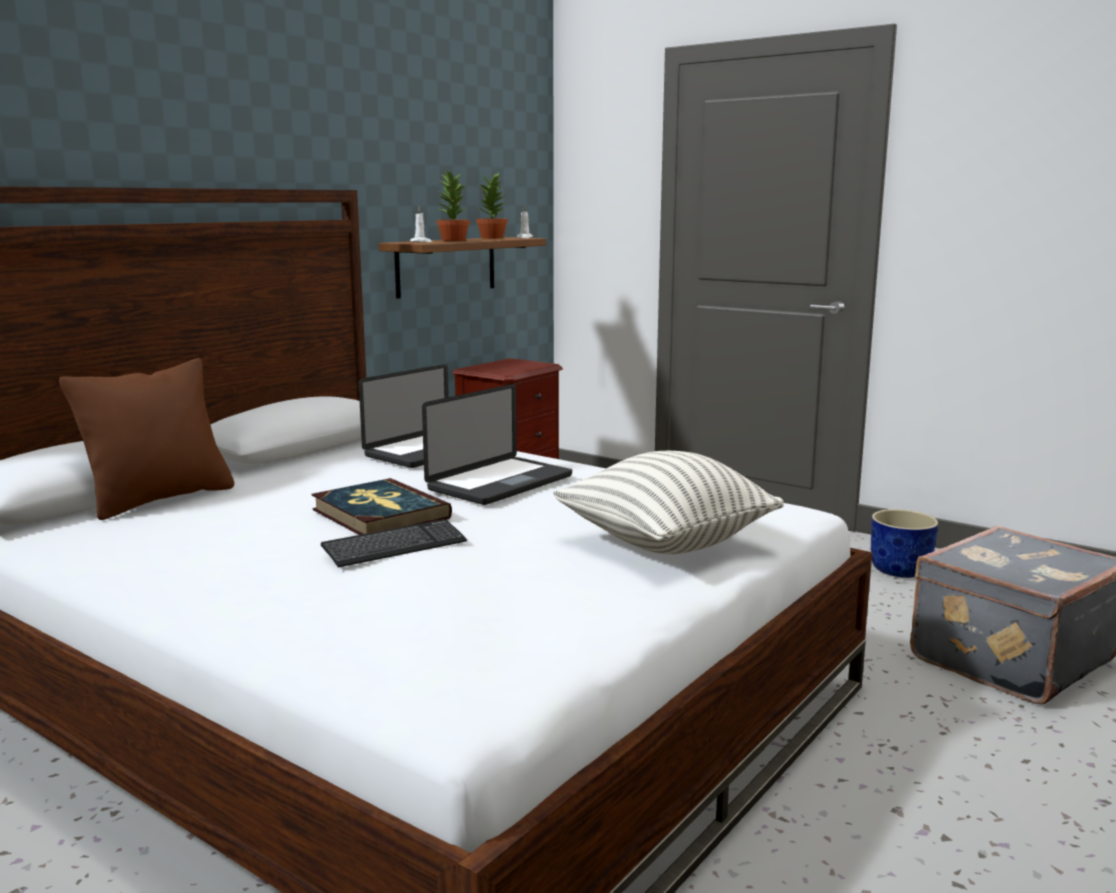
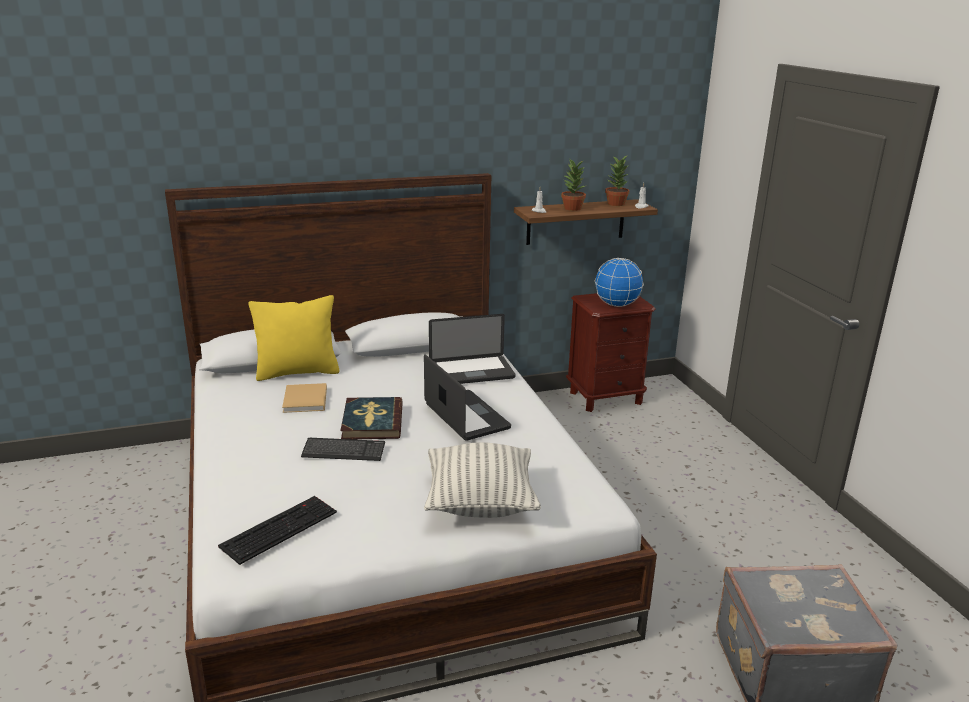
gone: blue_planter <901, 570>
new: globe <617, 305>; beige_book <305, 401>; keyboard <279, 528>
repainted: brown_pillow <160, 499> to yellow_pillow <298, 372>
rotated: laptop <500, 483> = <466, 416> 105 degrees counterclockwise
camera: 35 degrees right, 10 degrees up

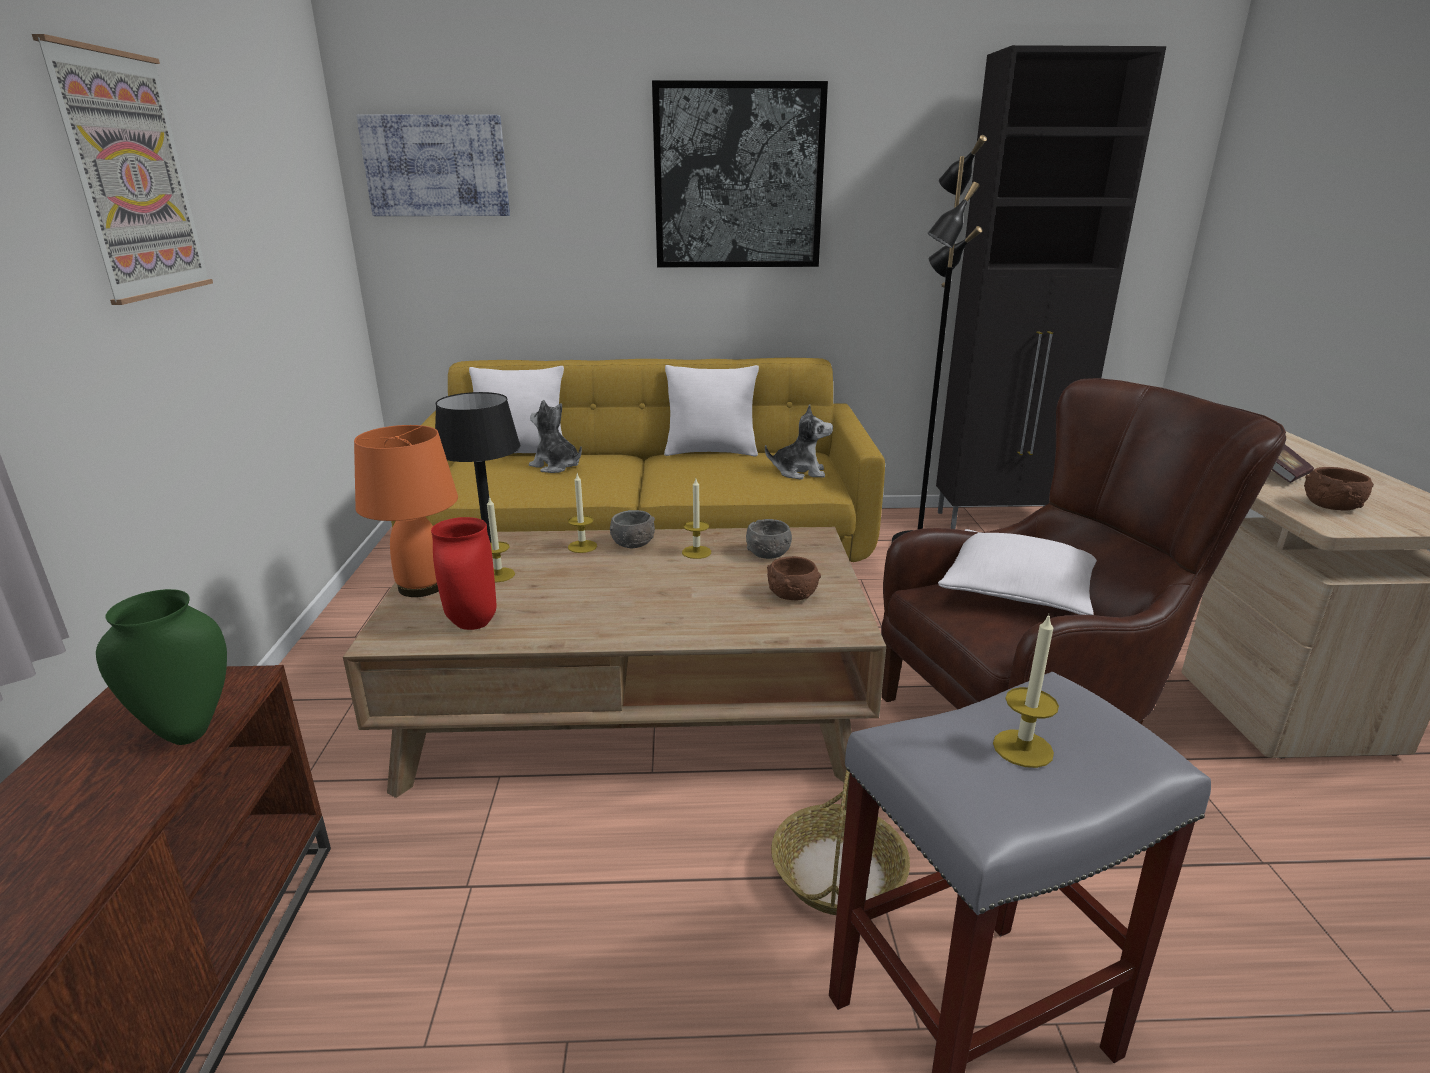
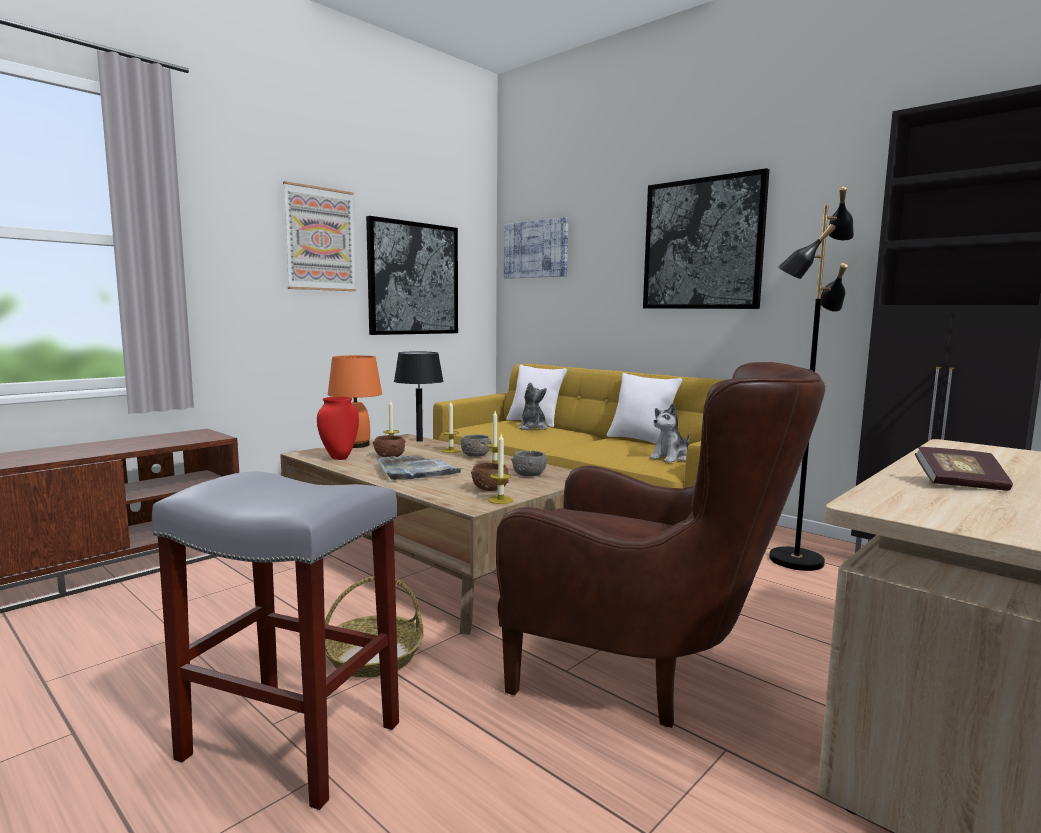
gone: white_pillow <1018, 589>; green_vase <188, 734>
new: picture <413, 278>; grey_tray <417, 471>
shifted: brown_bowl <1331, 506> to <389, 456>; candle <1023, 748> to <500, 500>
rotated: plush_toy <799, 472> = <671, 458> 90 degrees clockwise
camera: 45 degrees right, 15 degrees down

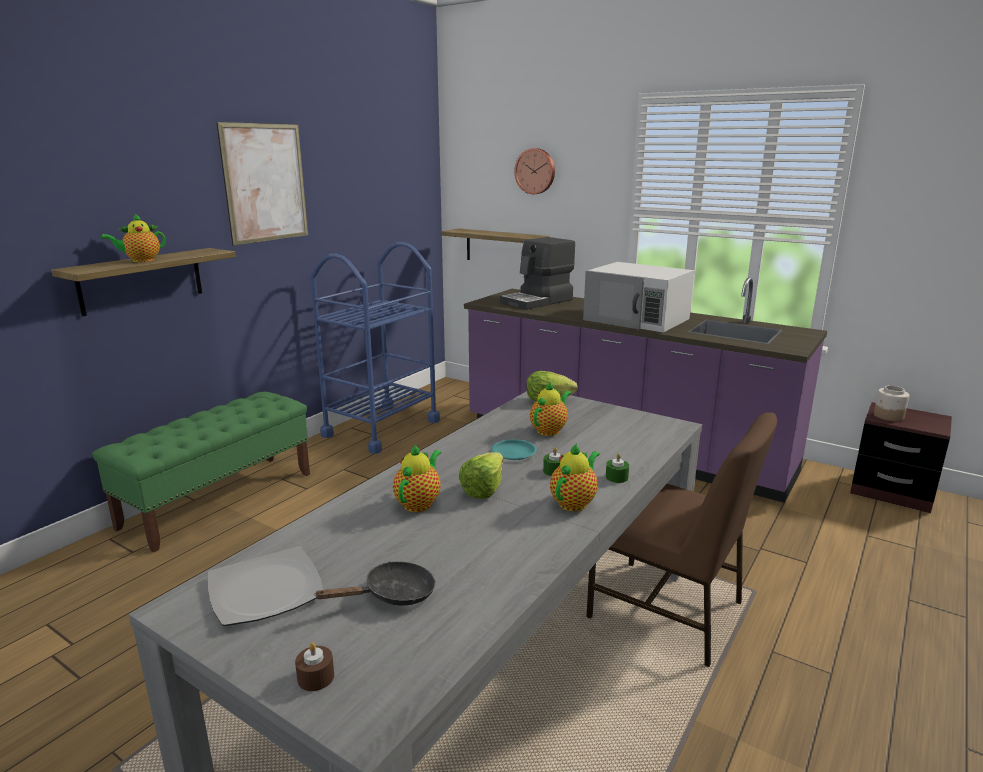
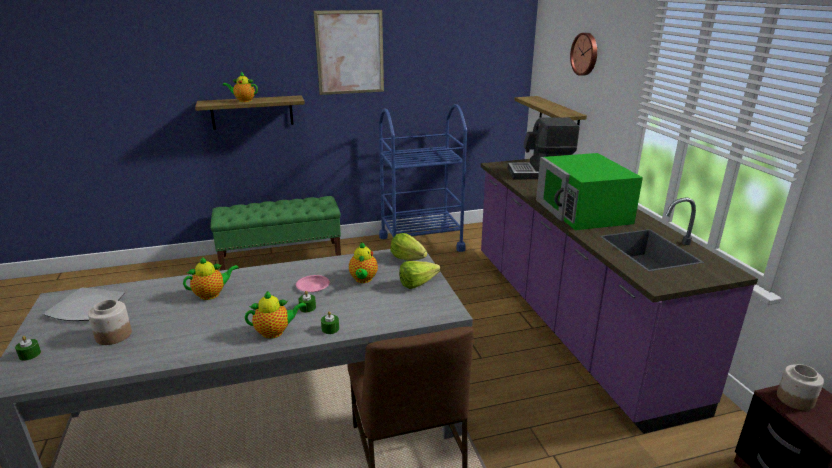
shifted: lettuce <487, 487> to <421, 283>
swapped: black_frying_pan <393, 595> to jar <113, 335>
repainted: white_microwave <637, 319> to green_microwave <583, 211>; turquoise_plate <513, 453> to pink_plate <312, 286>; brown_candle <316, 677> to green_candle <30, 354>
rotated: teapot <549, 430> = <363, 280> 105 degrees clockwise
camera: 40 degrees right, 5 degrees up

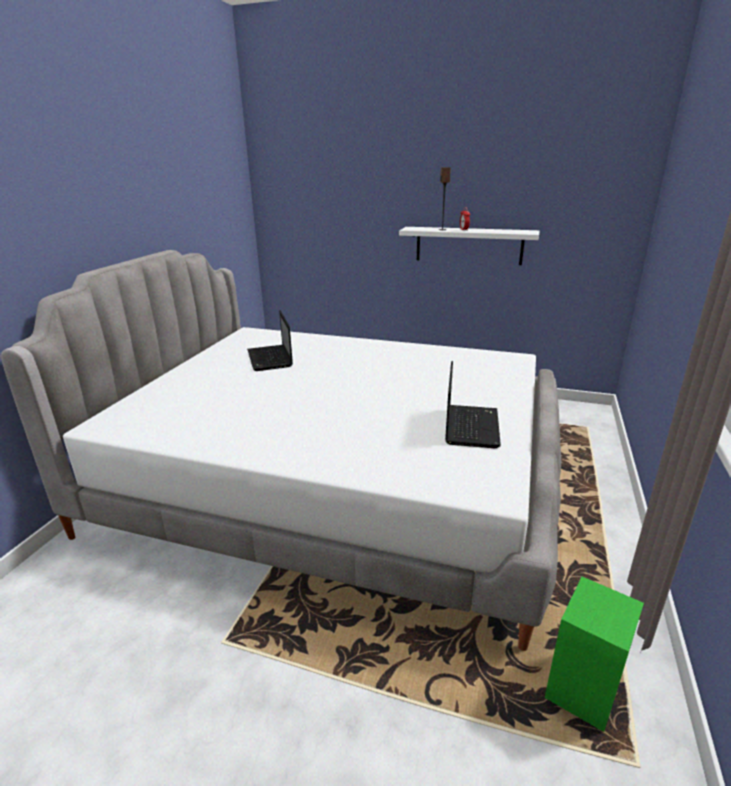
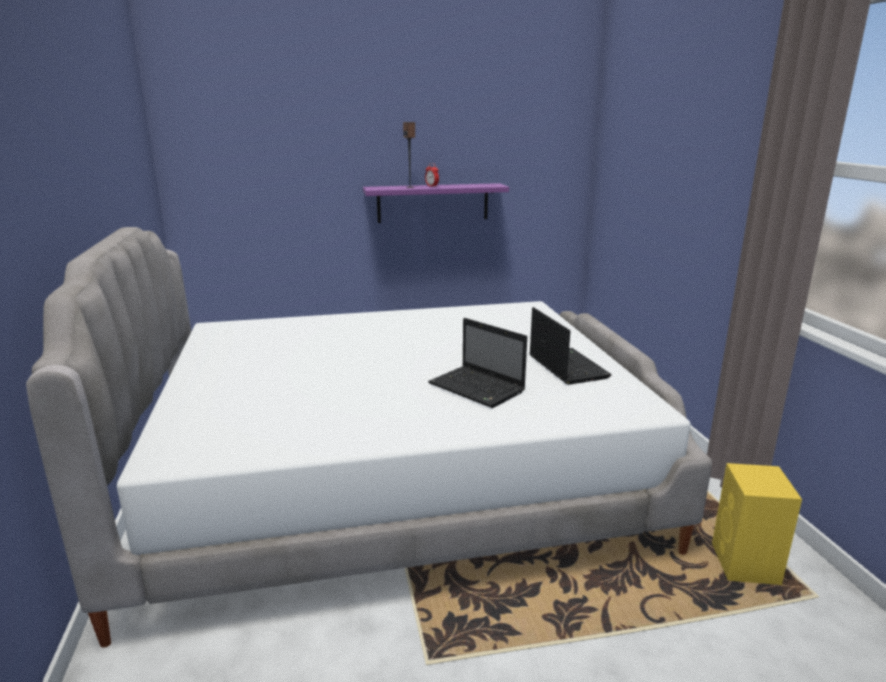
shifted: laptop <270, 359> to <478, 388>
repainted: white_shelf <469, 245> to purple_shelf <433, 203>; green_speaker <581, 692> to yellow_speaker <745, 566>
camera: 30 degrees left, 5 degrees down

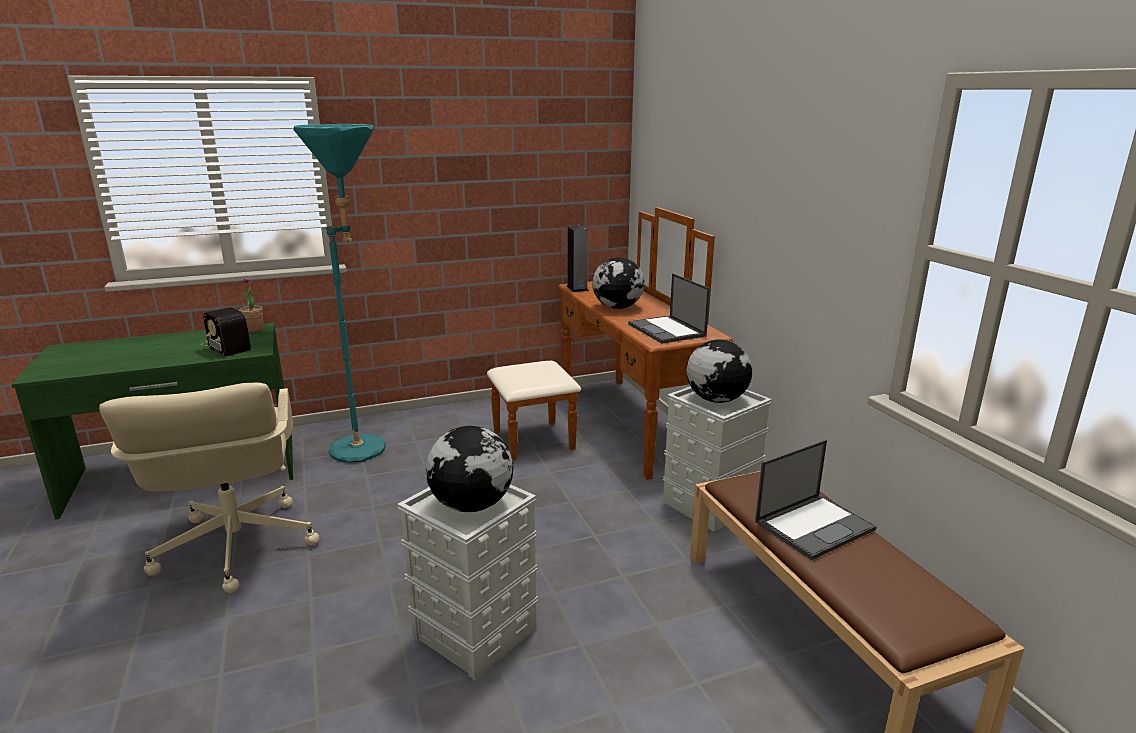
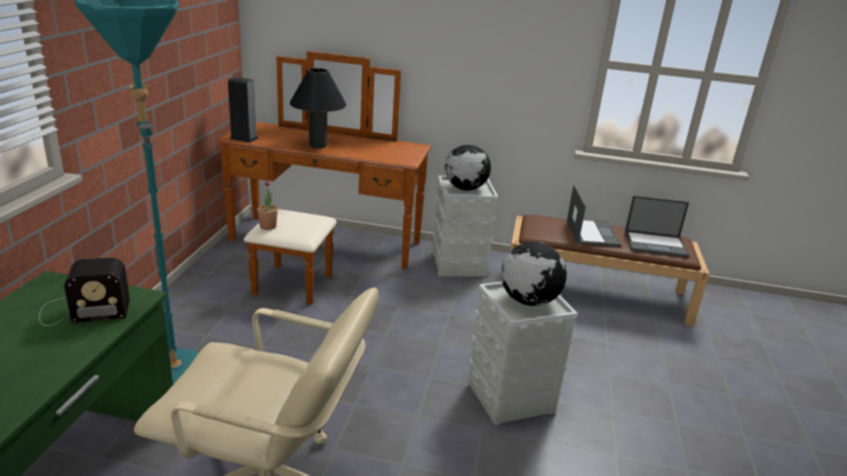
shifted: laptop <667, 330> to <656, 244>; potted_plant <254, 329> to <268, 226>
swapped: globe <618, 308> to black_table_lamp <318, 145>
camera: 60 degrees left, 5 degrees up

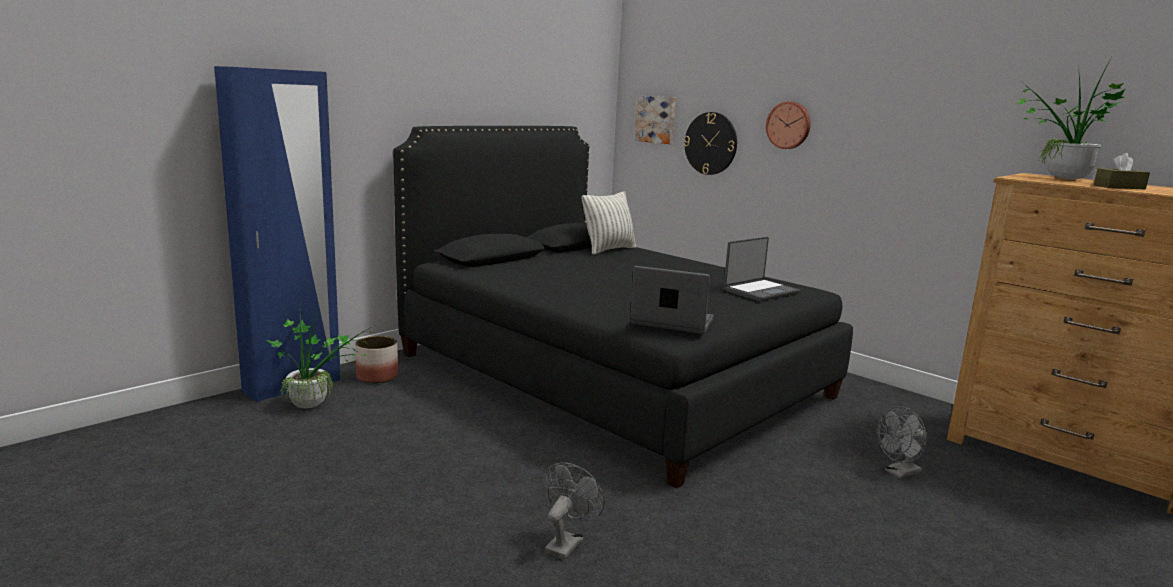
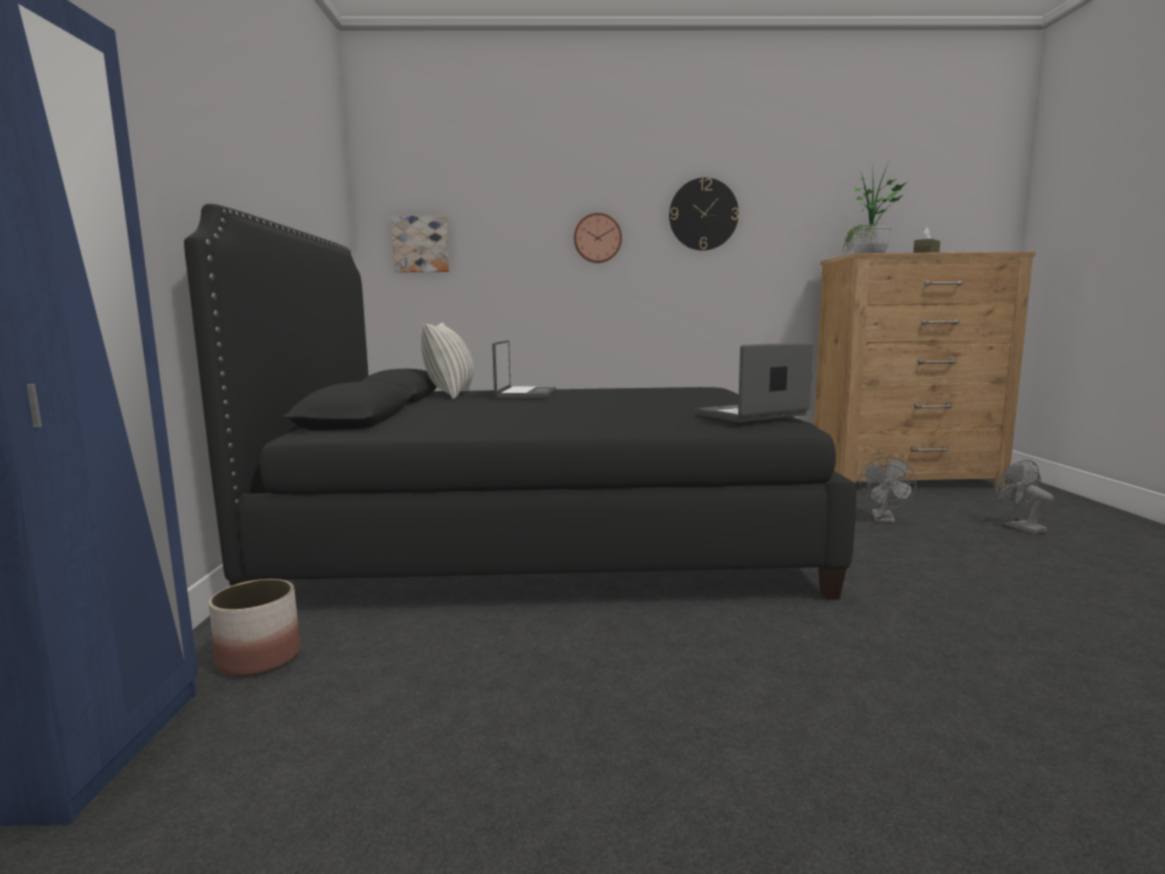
gone: potted_plant <317, 404>
shifted: wall_clock <710, 143> to <703, 214>; laptop <760, 291> to <524, 394>; grey_fan <566, 543> to <1019, 527>
camera: 45 degrees left, 5 degrees down

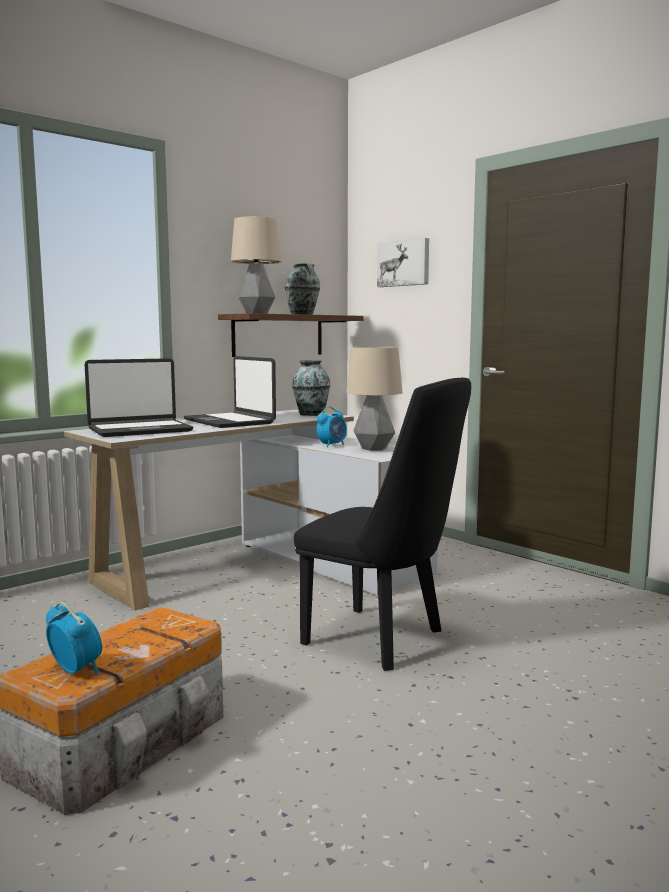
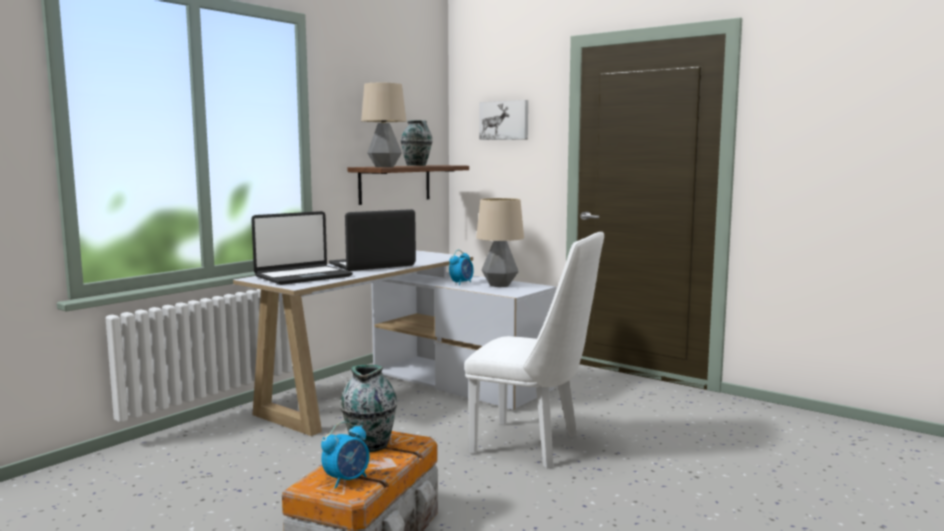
shifted: vase <311, 414> to <370, 445>
repainted: black_chair <383, 640> to white_chair <534, 445>
rotated: laptop <230, 421> = <372, 265> 105 degrees clockwise; alarm_clock <76, 670> = <347, 480> 105 degrees clockwise
camera: 10 degrees left, 0 degrees up

